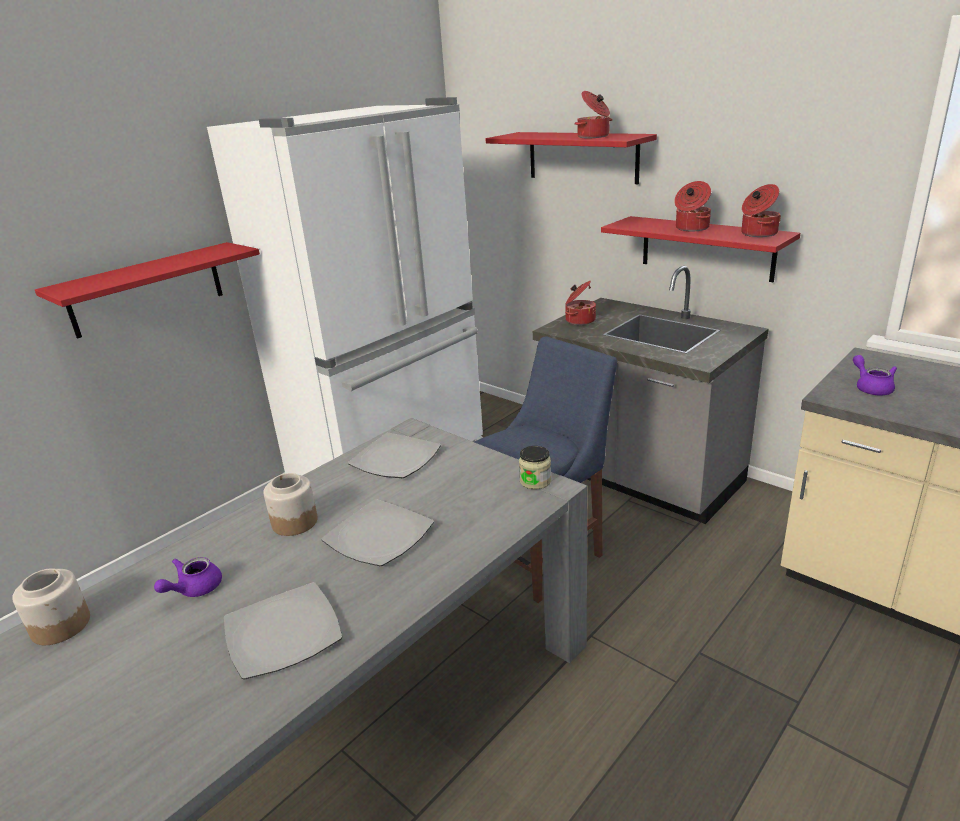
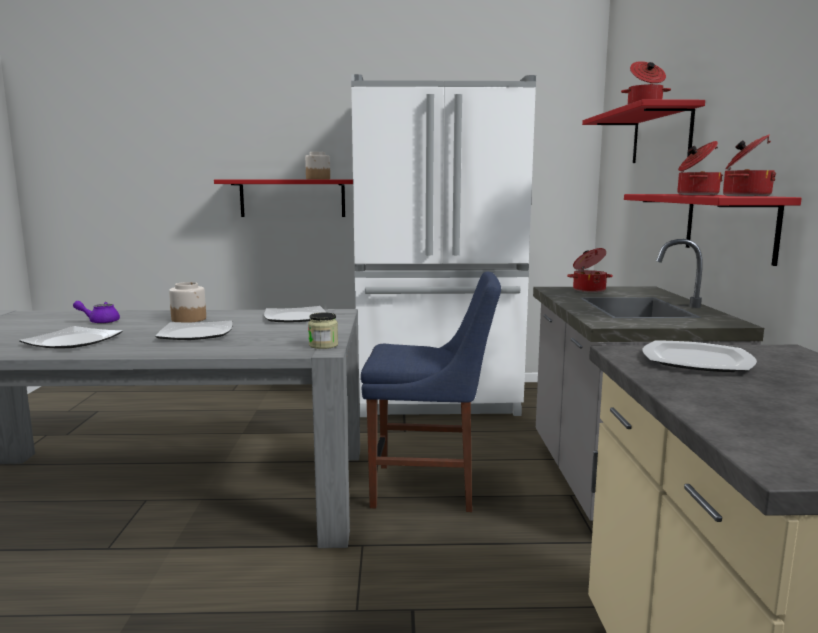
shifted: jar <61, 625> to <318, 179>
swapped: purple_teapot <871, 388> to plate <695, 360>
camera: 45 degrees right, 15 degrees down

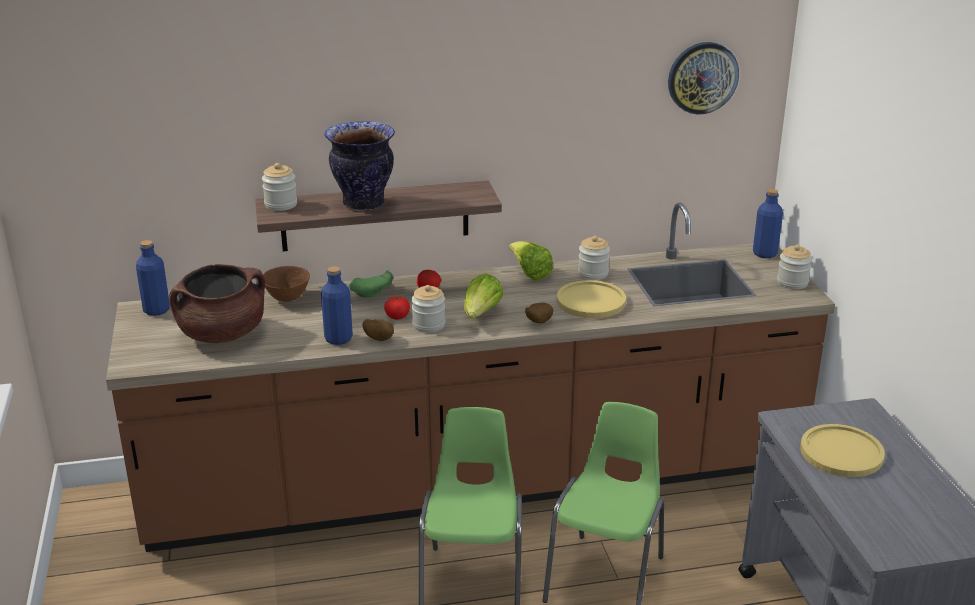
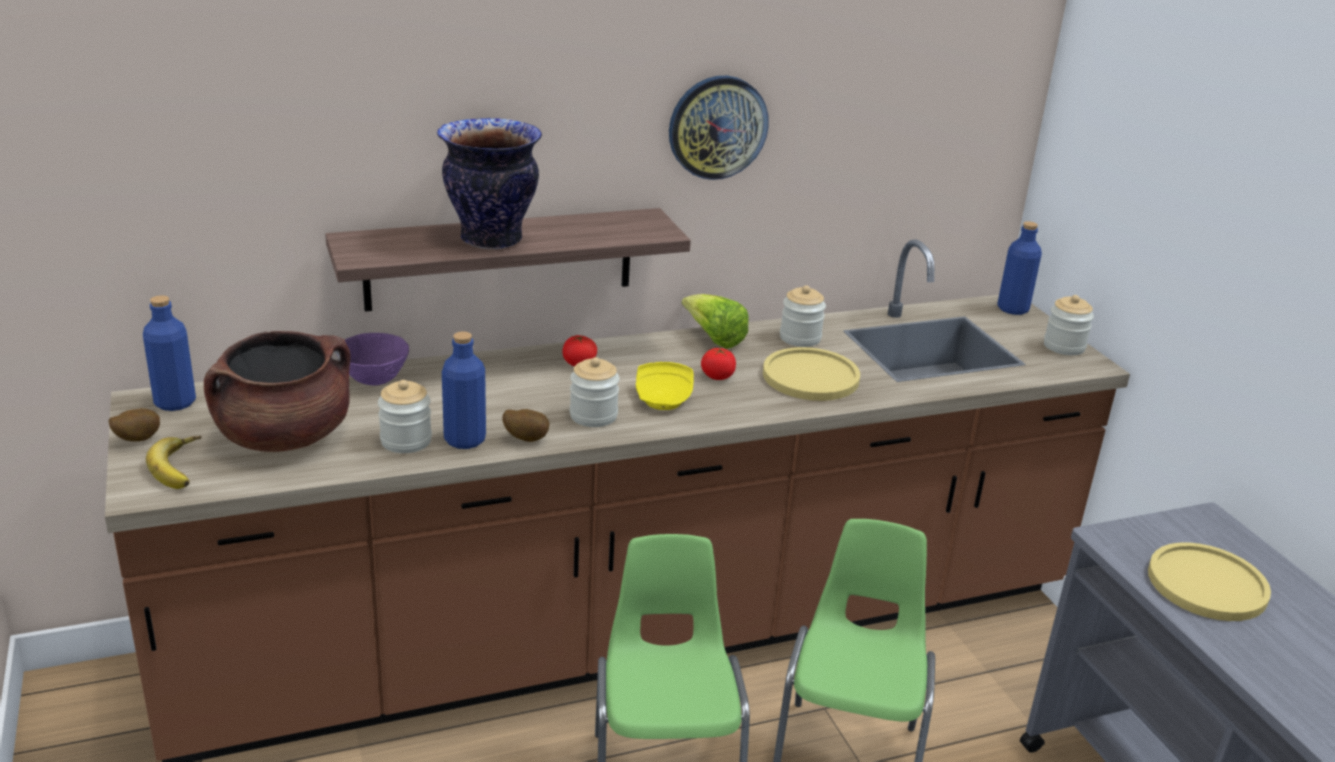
gone: green_plate <372, 292>
new: banana <183, 467>
shifted: wall_clock <702, 77> to <717, 127>; jar <281, 204> to <406, 441>; tomato <397, 316> to <717, 376>; potato <538, 322> to <136, 440>
swapped: lettuce <481, 314> to yellow_plate <664, 398>
repainted: brown_bowl <287, 298> to purple_bowl <375, 380>
camera: 10 degrees left, 0 degrees up

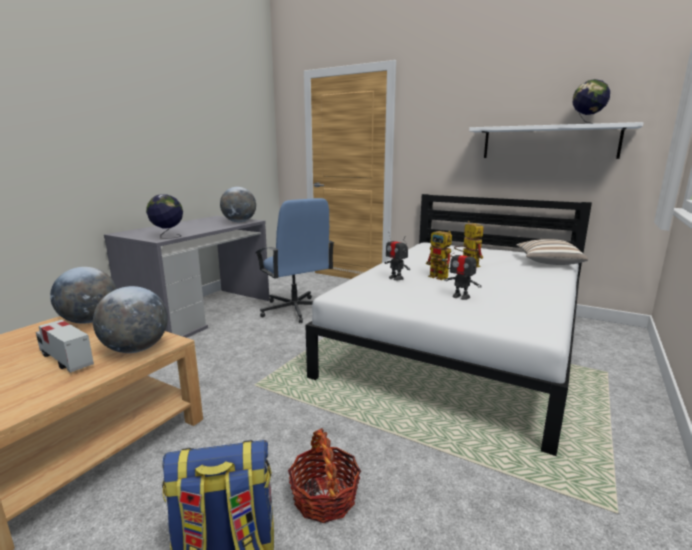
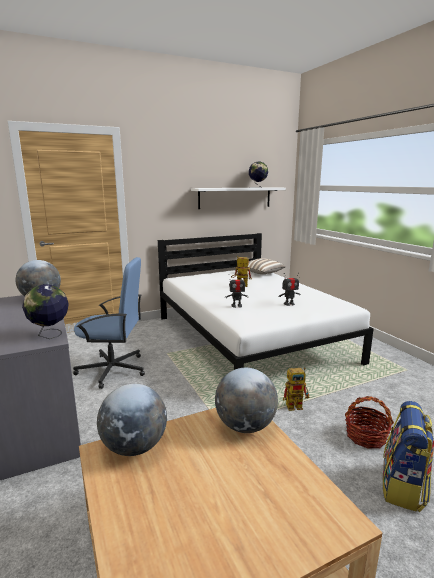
gone: toy_truck <66, 359>
shifted: toy_robot <442, 277> to <297, 405>
camera: 55 degrees left, 0 degrees up

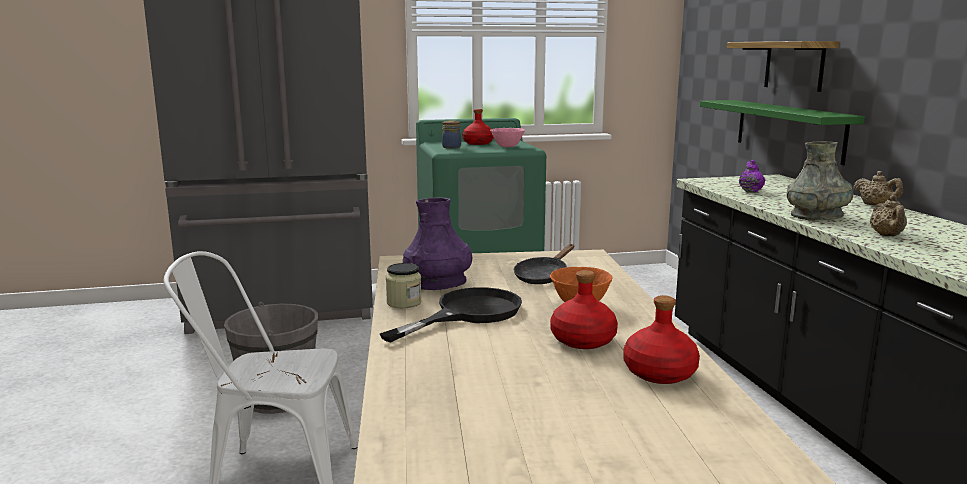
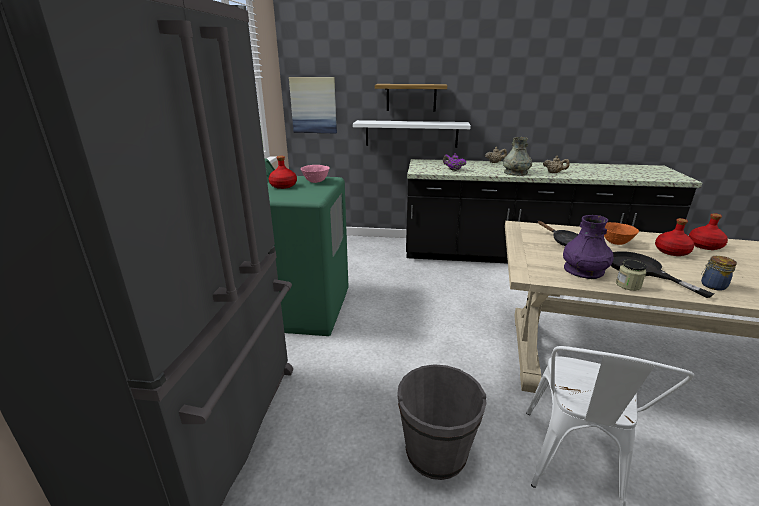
new: picture <314, 105>
shifted: jar <451, 147> to <712, 285>
repainted: green_shelf <788, 129> to white_shelf <411, 133>
camera: 70 degrees left, 10 degrees up

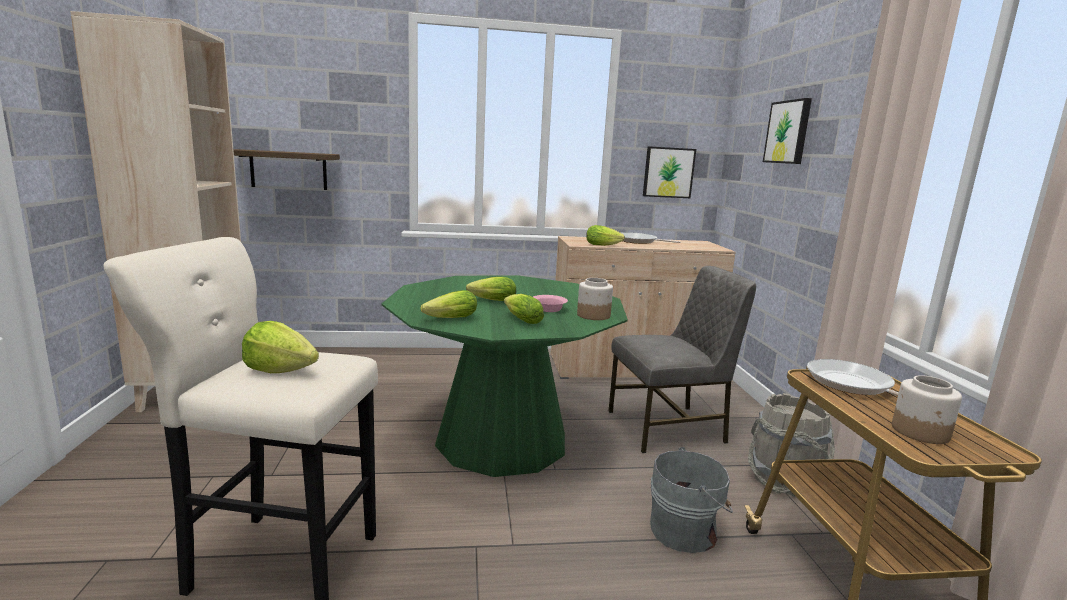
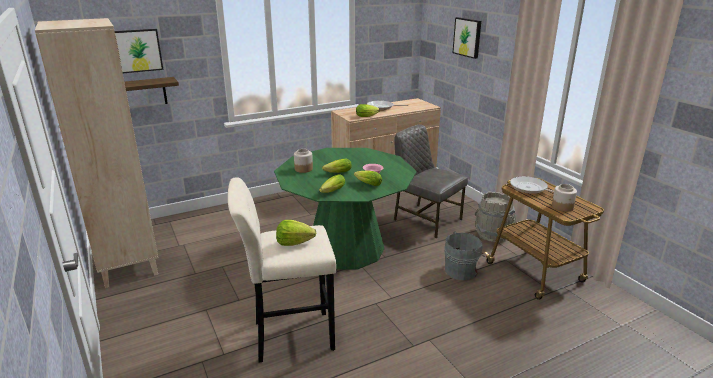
shifted: picture <668, 172> to <138, 50>; jar <593, 315> to <303, 169>
rotated: grey_chair <668, 427> = <426, 219> 105 degrees counterclockwise
camera: 20 degrees left, 10 degrees up

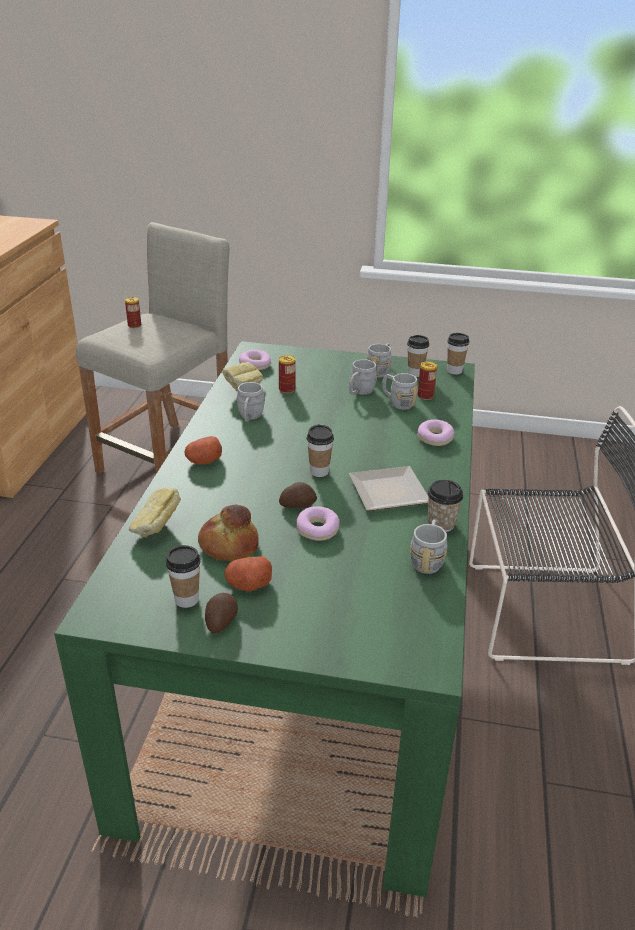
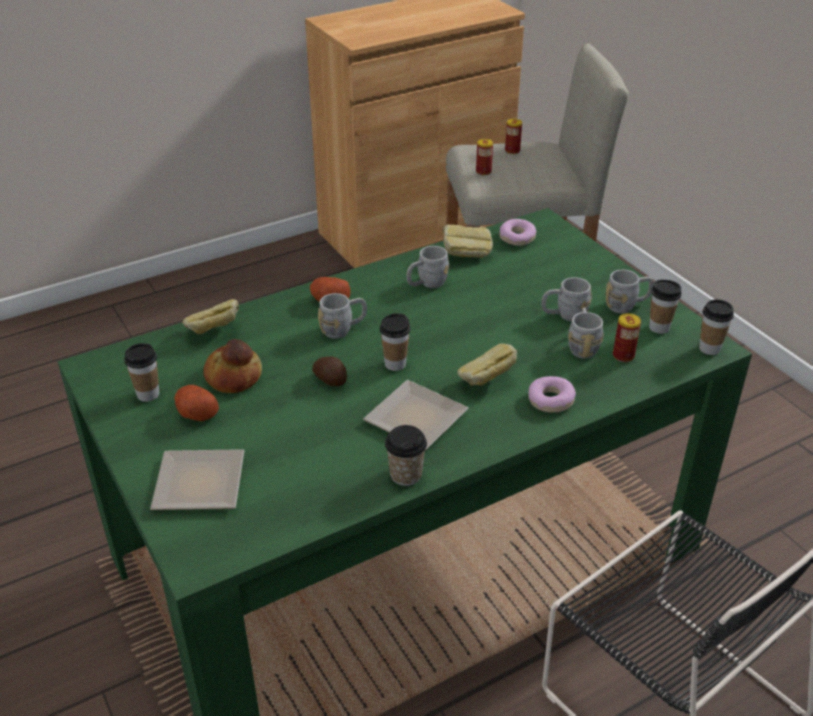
gone: donut <317, 530>; potato <220, 621>
new: bread <487, 382>; plate <203, 482>
shifted: can <287, 389> to <483, 172>; grey_mug <427, 559> to <343, 329>
camera: 50 degrees right, 5 degrees up

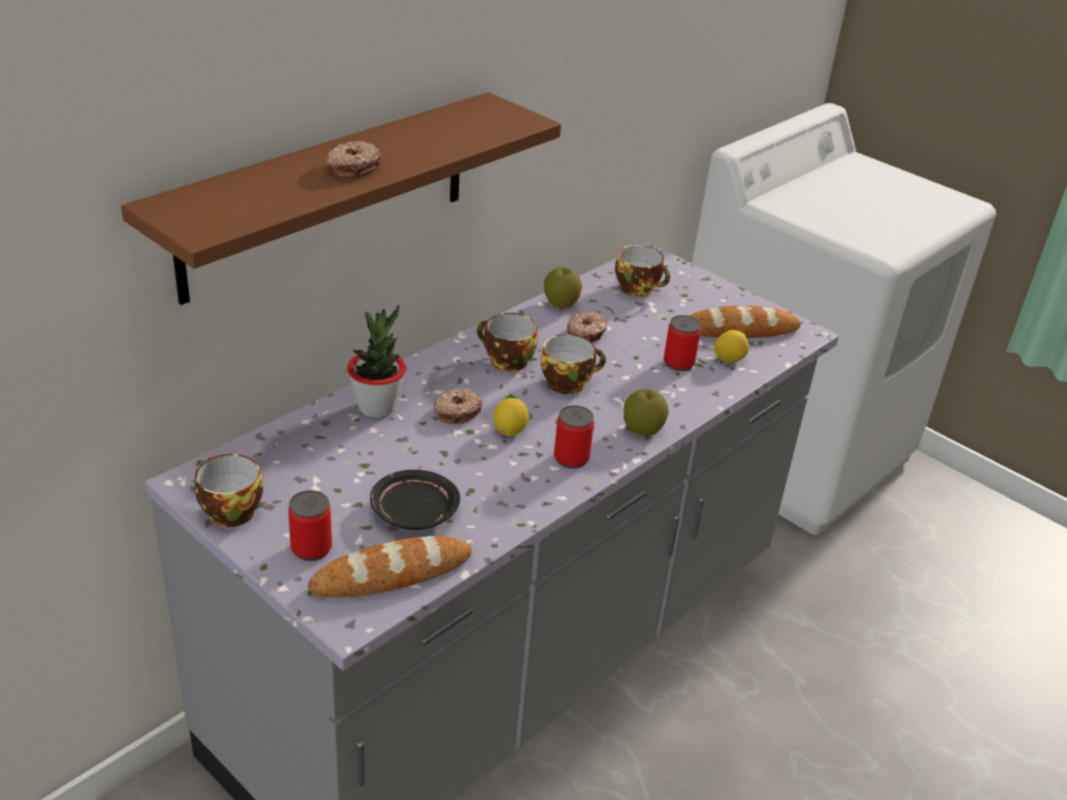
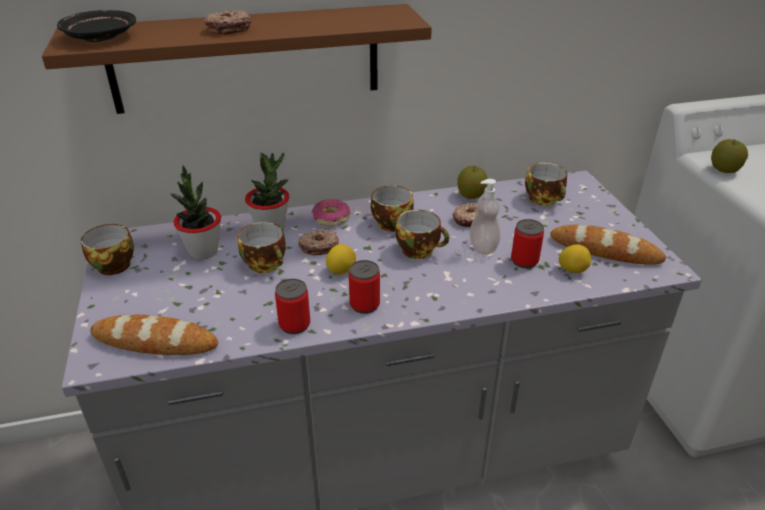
new: potted_plant <203, 251>; soap_dispenser <483, 247>; donut <331, 218>; cup <267, 264>
shifted: apple <642, 430> to <724, 170>; black_plate <413, 512> to <100, 37>; can <311, 548> to <294, 324>
camera: 35 degrees right, 0 degrees up

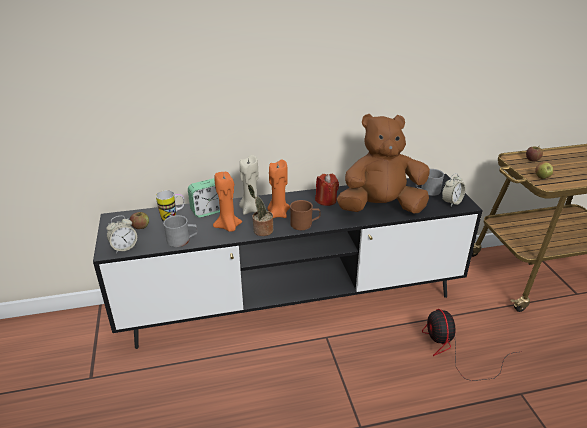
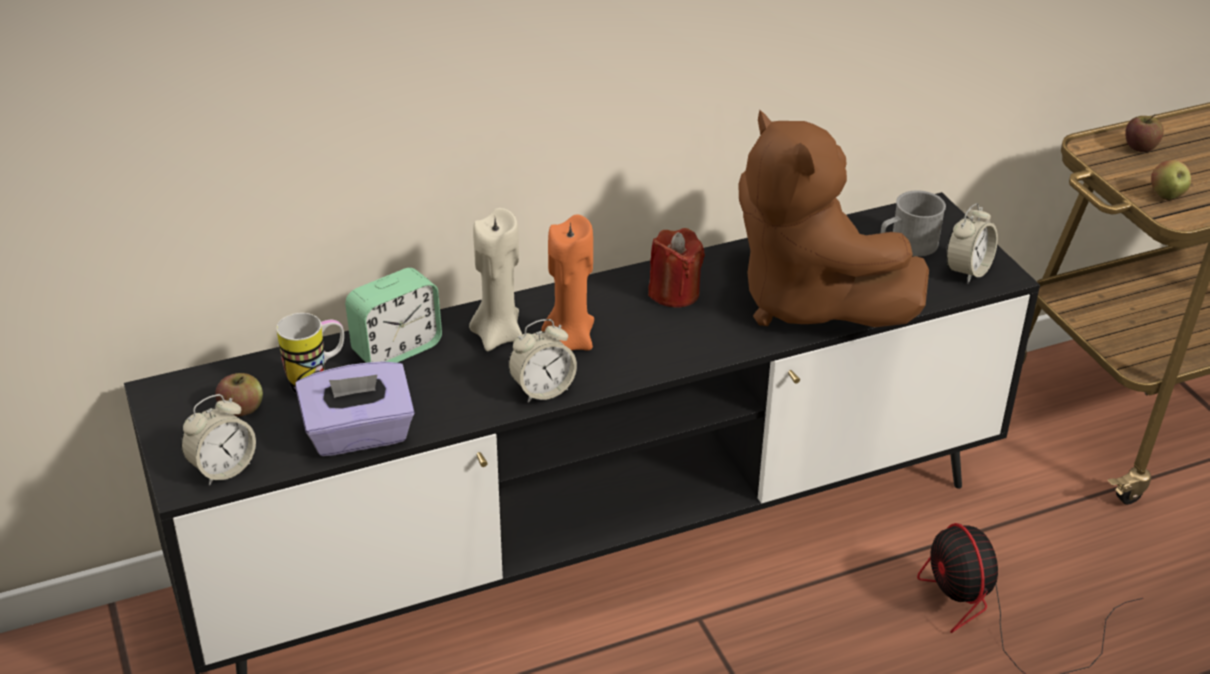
gone: orange_candle <228, 227>; brown_mug <305, 224>
swapped: potted_plant <261, 230> to alarm_clock <542, 390>; grey_mug <182, 240> to purple_tissue_box <359, 435>
rotated: brown_plush_toy <381, 208> = <808, 302> 105 degrees counterclockwise
camera: 10 degrees left, 5 degrees up

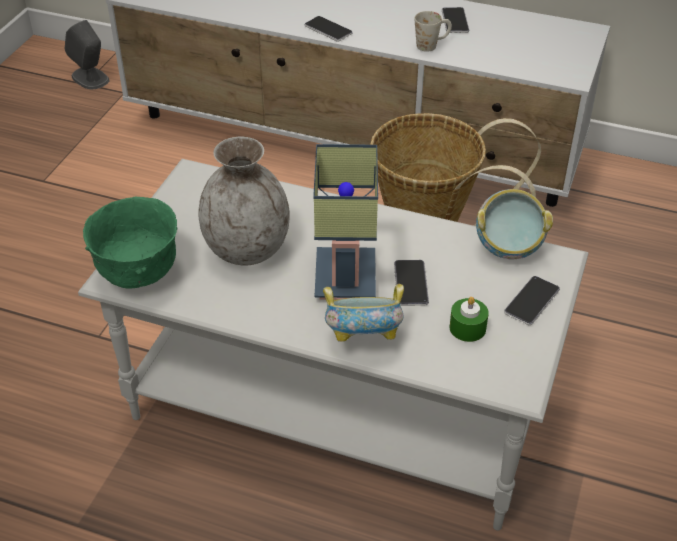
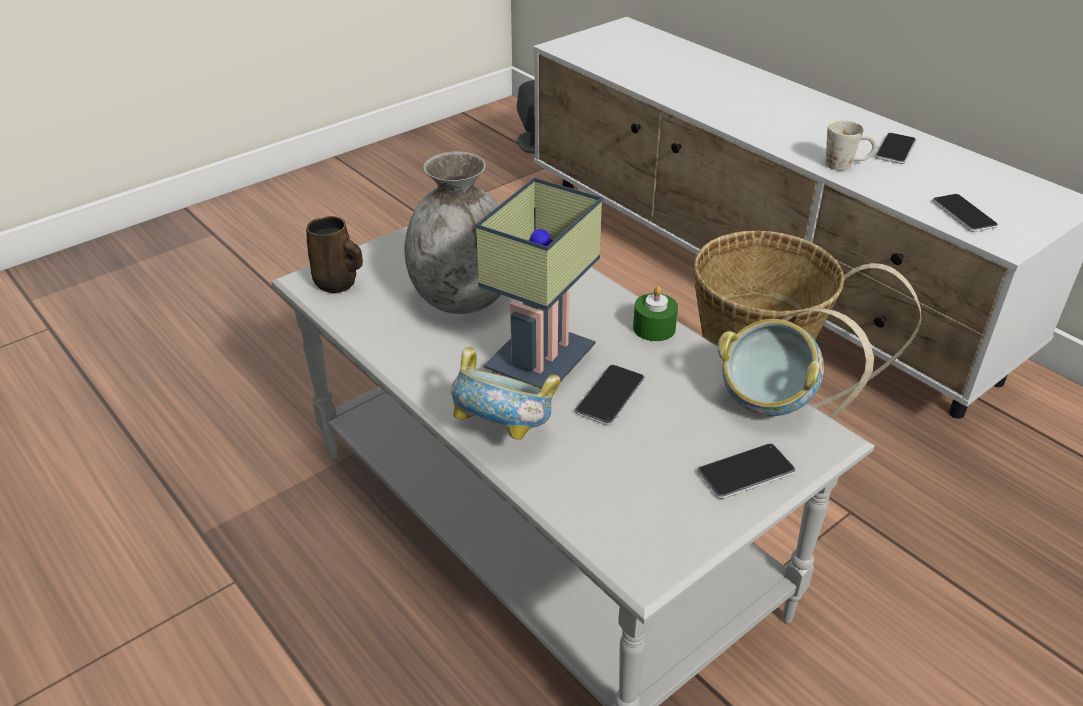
shifted: phone <328, 30> to <963, 214>; green_candle <467, 328> to <654, 328>
swapped: green_bowl <139, 274> to brown_mug <338, 284>
camera: 30 degrees right, 5 degrees down

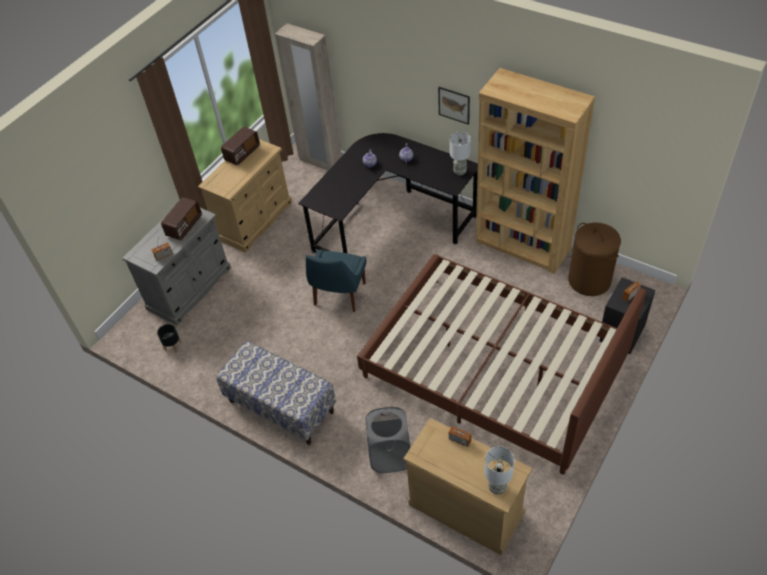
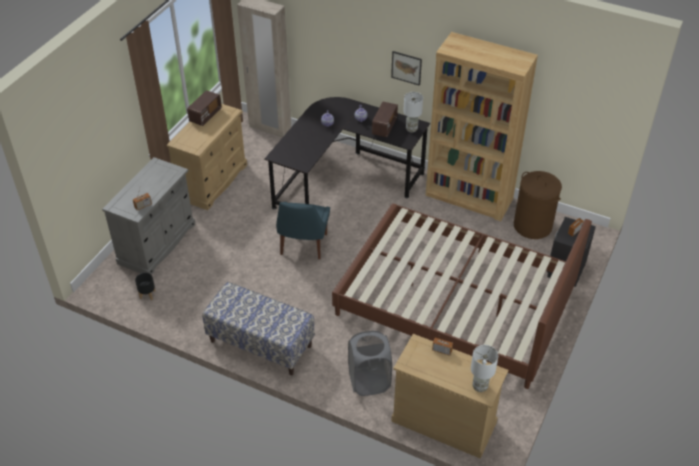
shifted: radio <184, 226> to <384, 127>
camera: 10 degrees left, 5 degrees down

